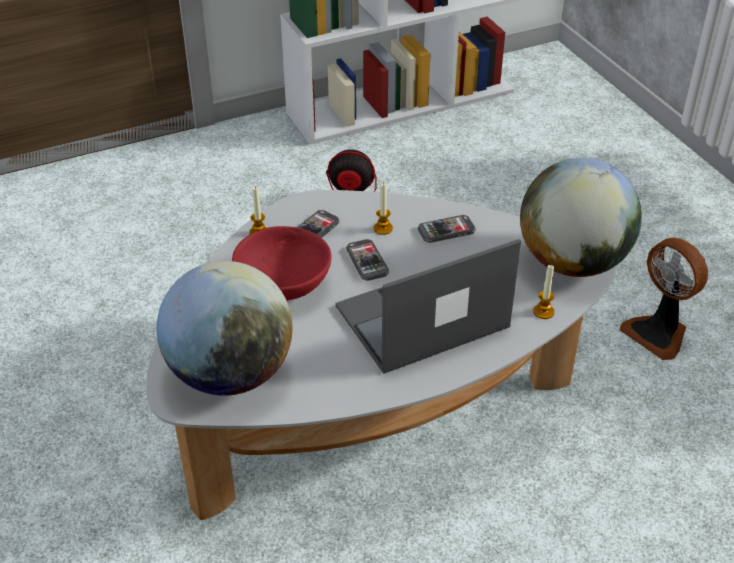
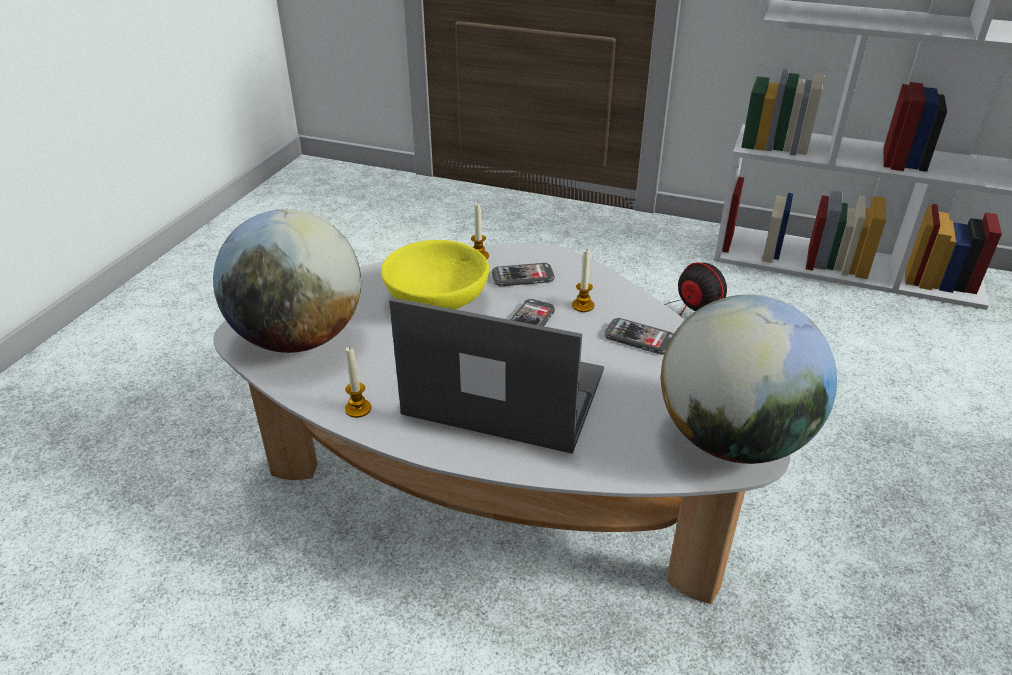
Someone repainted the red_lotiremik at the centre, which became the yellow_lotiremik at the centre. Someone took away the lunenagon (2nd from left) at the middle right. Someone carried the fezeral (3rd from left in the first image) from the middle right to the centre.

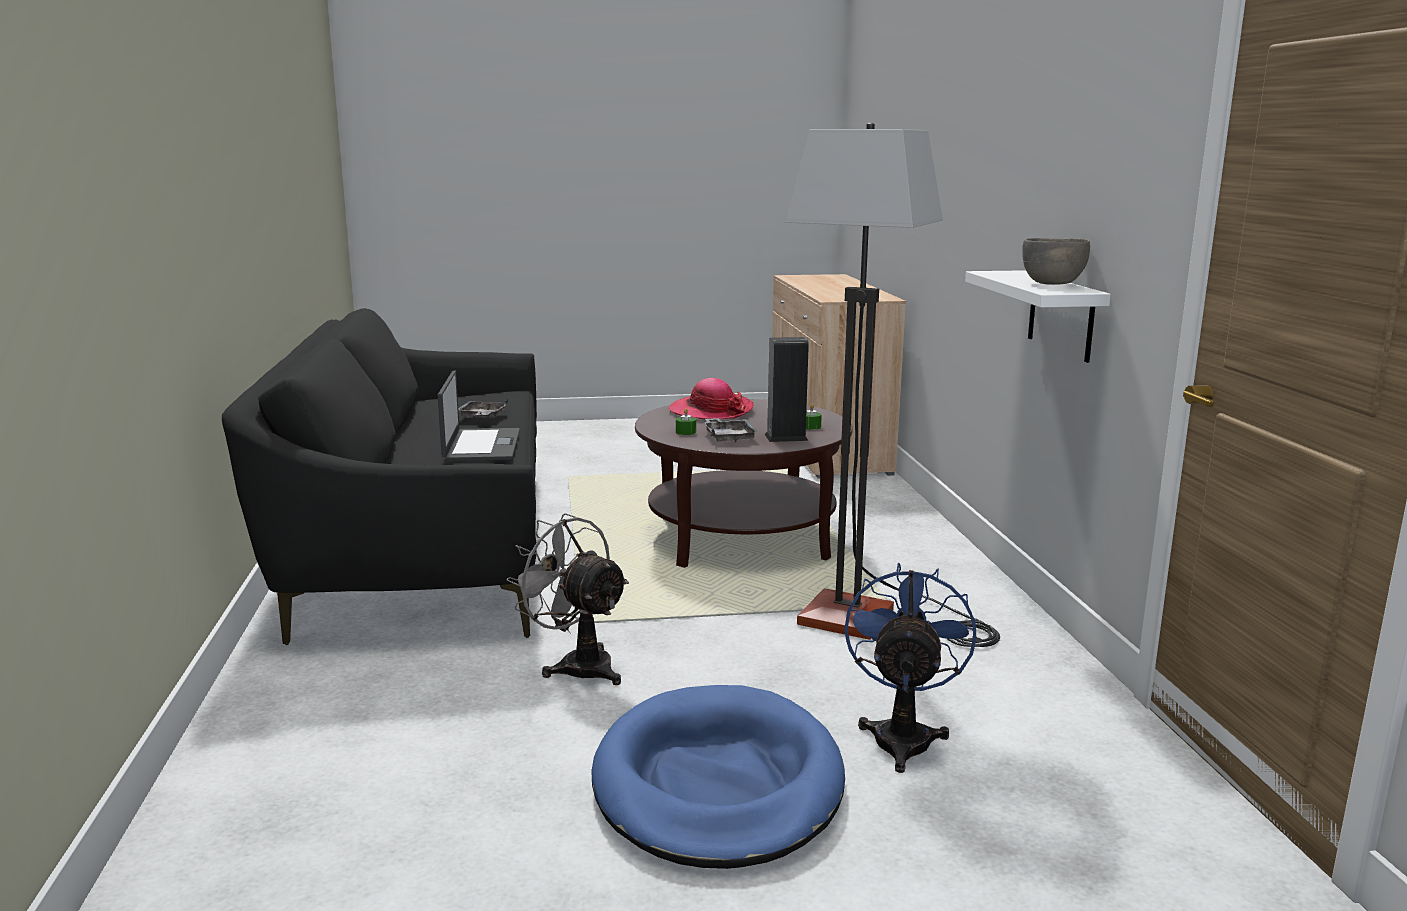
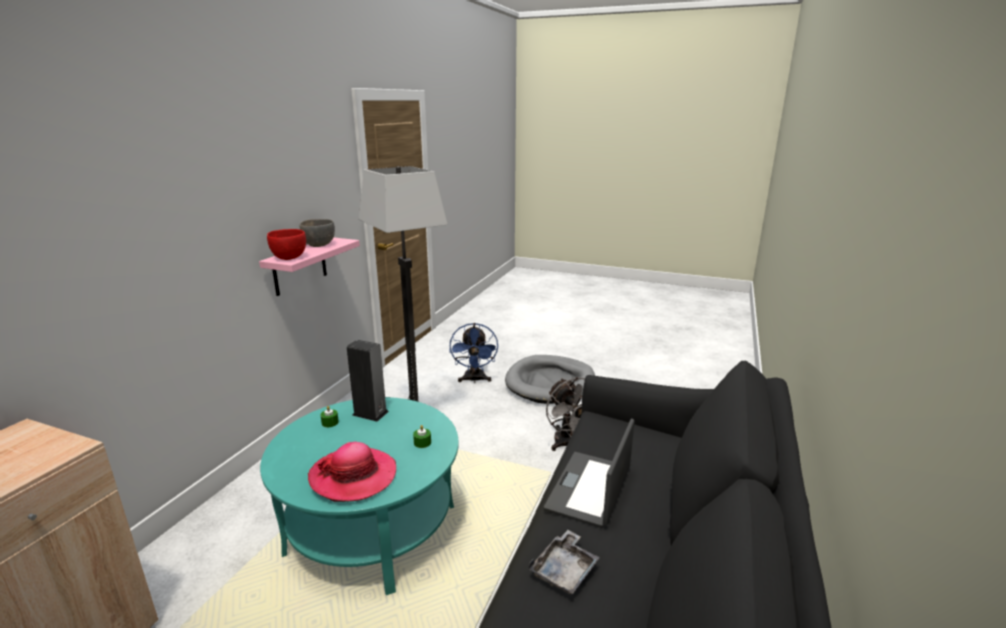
Someone repainted the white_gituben at the middle right, which became the pink_gituben at the middle left. Someone repainted the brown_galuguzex at the centre, which became the turquoise_galuguzex at the bottom centre. Someone took away the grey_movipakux (2nd from left) at the centre. Someone rotated the blue_lunenagon at the bottom centre by 45 degrees counterclockwise. Someone repainted the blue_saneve at the bottom centre, which became the grey_saneve at the centre. Someone put down the red_lotiremik at the middle left.

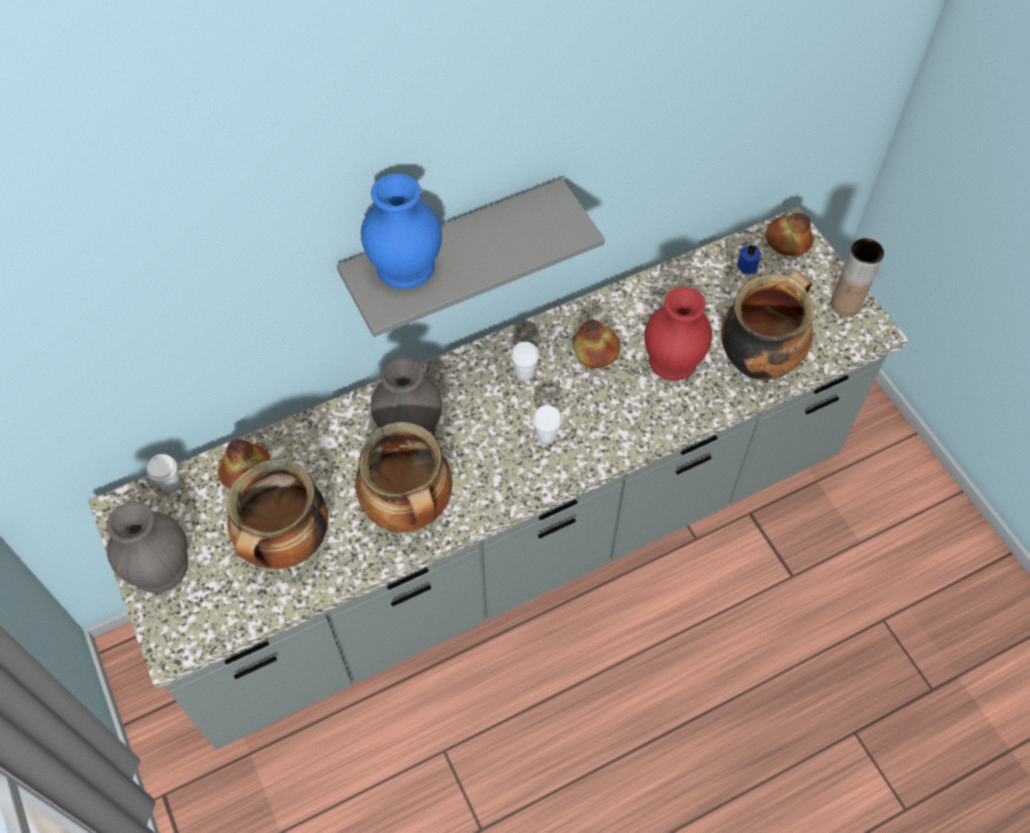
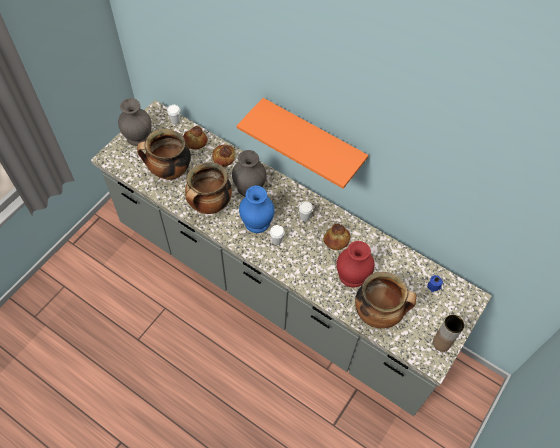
Someone carried the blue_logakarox from the top centre to the centre. Someone repainted the grey_gituben at the top centre, which became the orange_gituben at the top centre. Someone carried the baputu (3rd from left in the first image) from the top right to the centre.

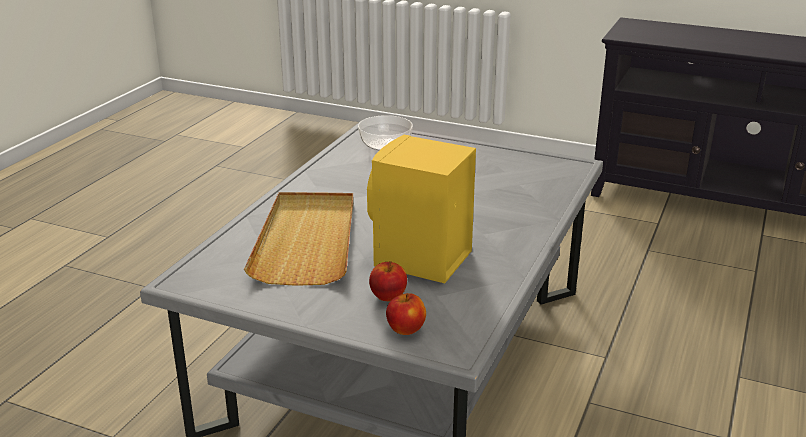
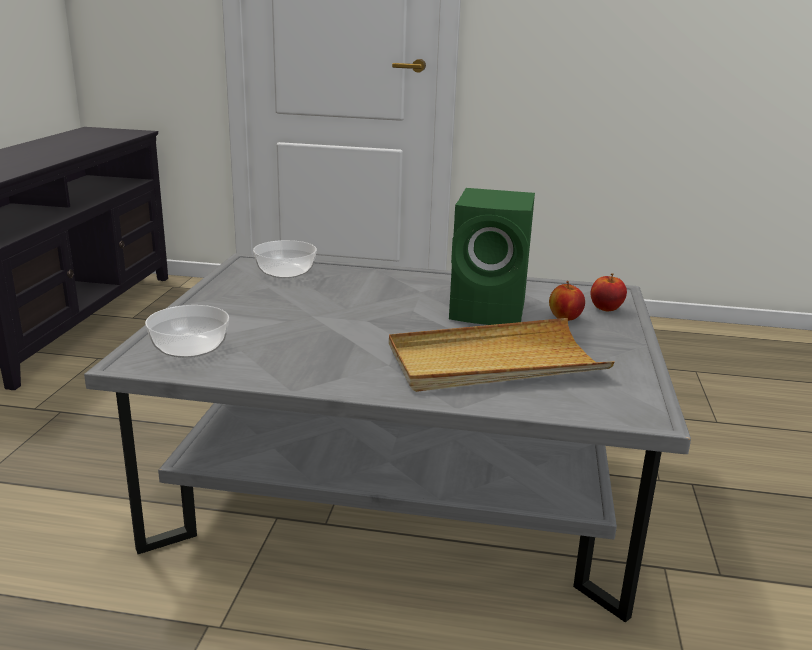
Someone repainted the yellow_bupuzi at the centre, which became the green_bupuzi at the centre. Someone put down the lotiremik (2nd from left) at the centre.

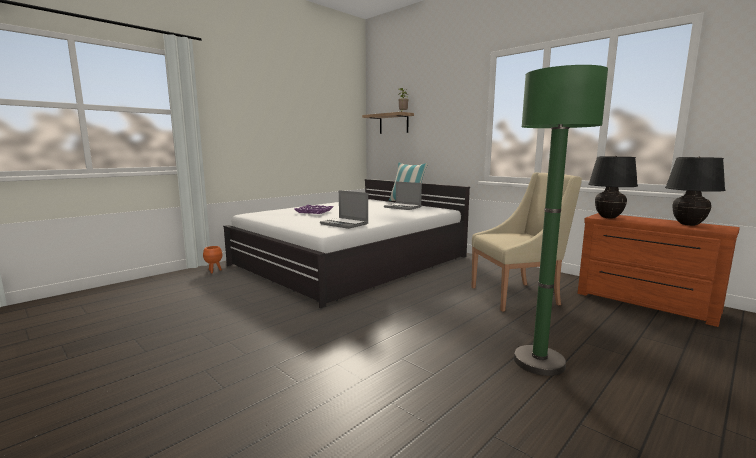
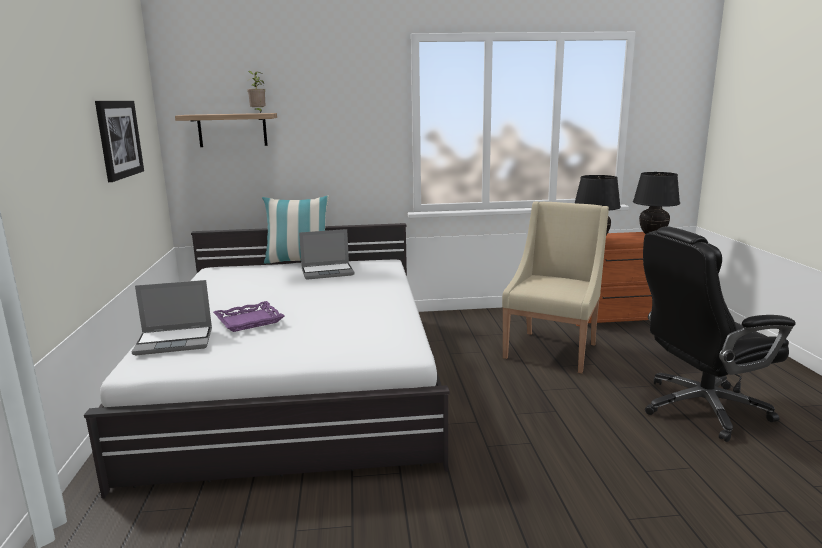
Someone swapped the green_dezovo at the middle right for the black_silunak at the middle right. Someone carried the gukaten (1st from left) from the centre to the middle left. Someone took away the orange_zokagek at the middle left. Someone put up the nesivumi at the top left.

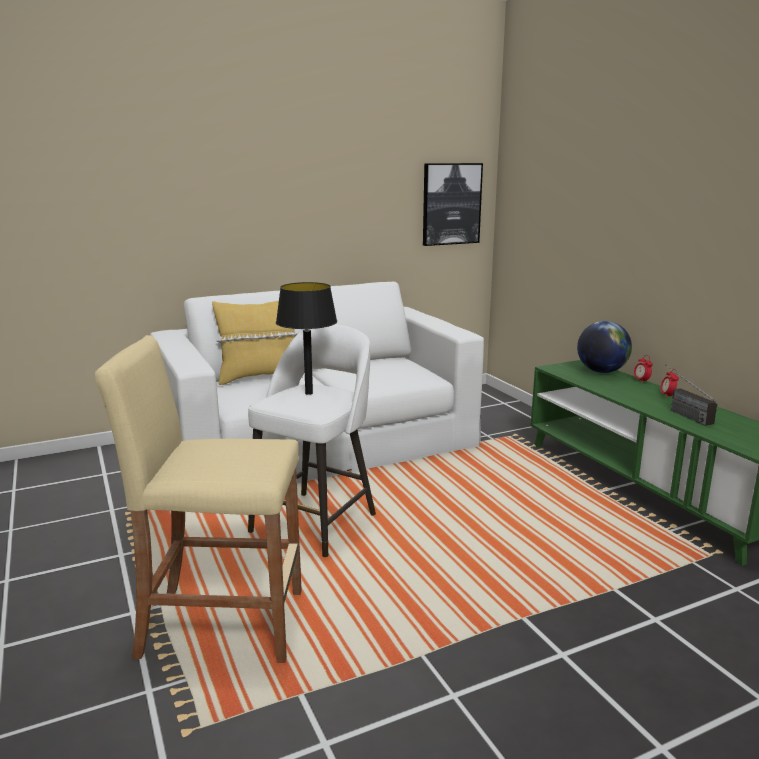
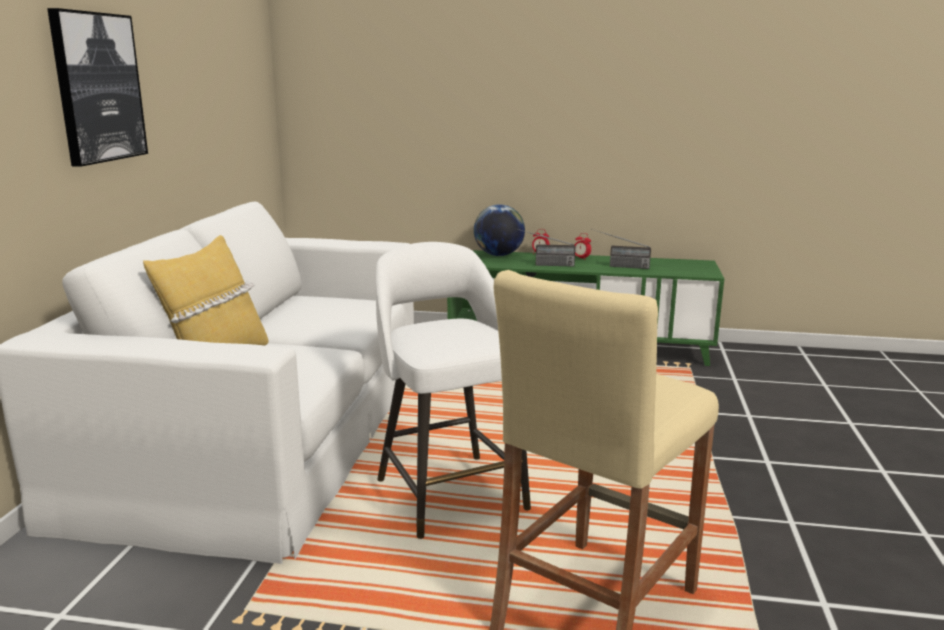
Someone carried the nesivumi from the top centre to the top left. Someone took away the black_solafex at the centre. Someone put down the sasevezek (1st from left) at the centre.

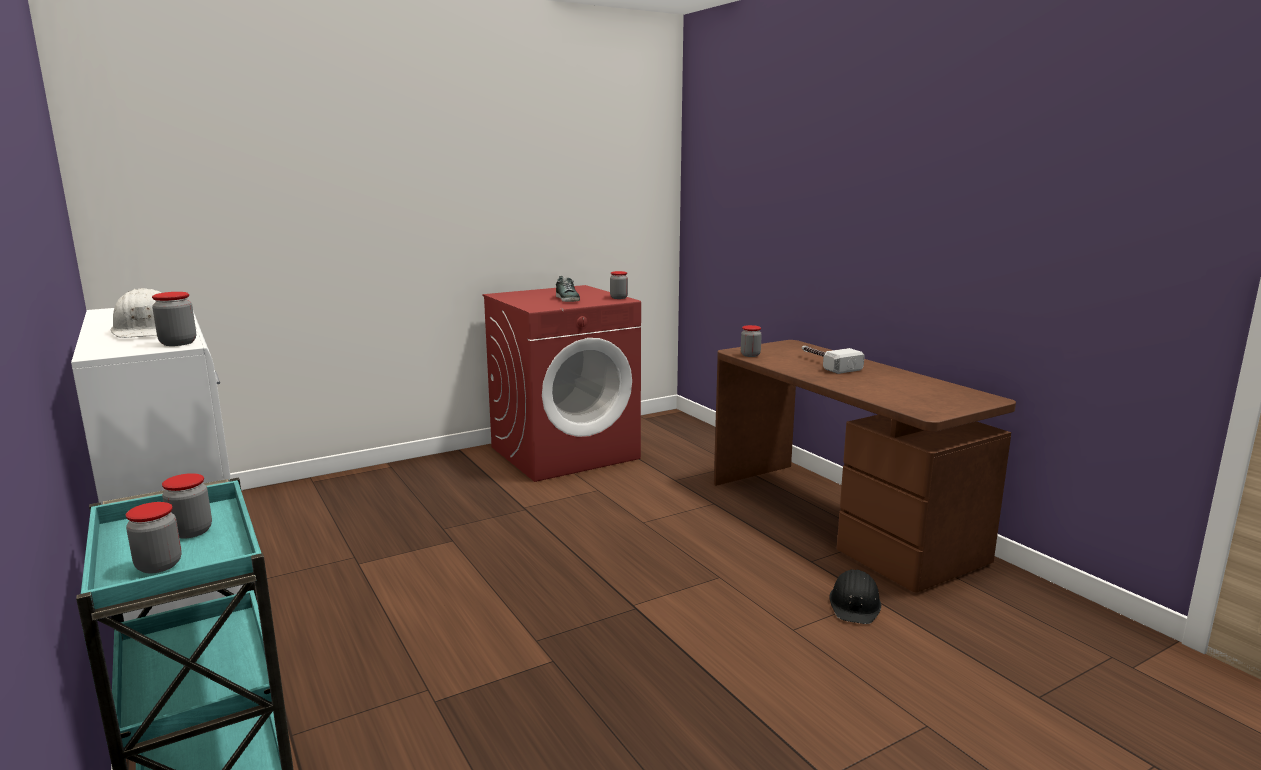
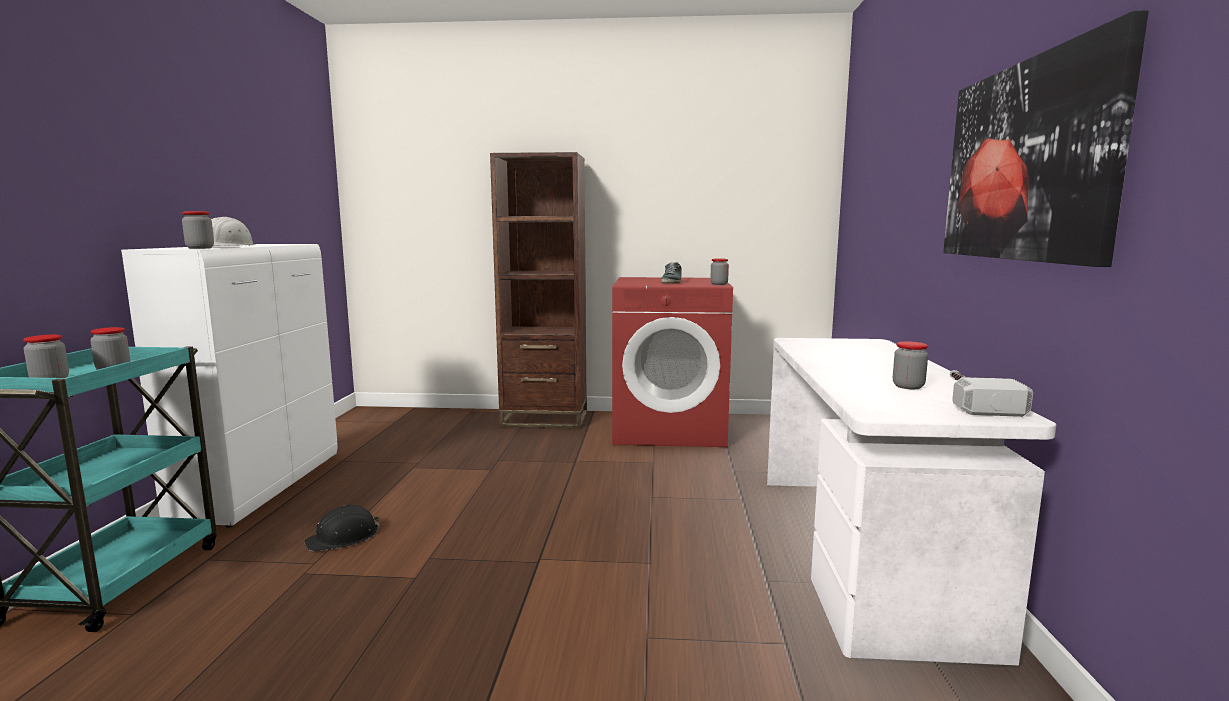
Someone carried the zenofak (5th from left) from the centre to the middle right. Someone repainted the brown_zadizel at the middle right, which became the white_zadizel at the bottom right. Someone carried the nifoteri from the centre to the middle right. Someone carried the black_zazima from the bottom right to the bottom left. Someone put up the nesivumi at the top right. Someone put down the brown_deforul at the centre.

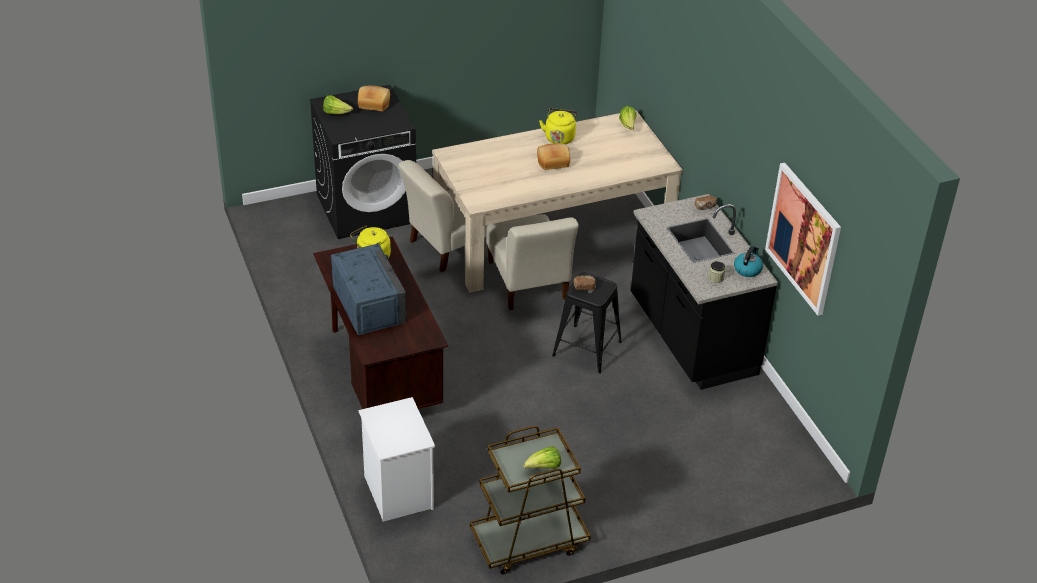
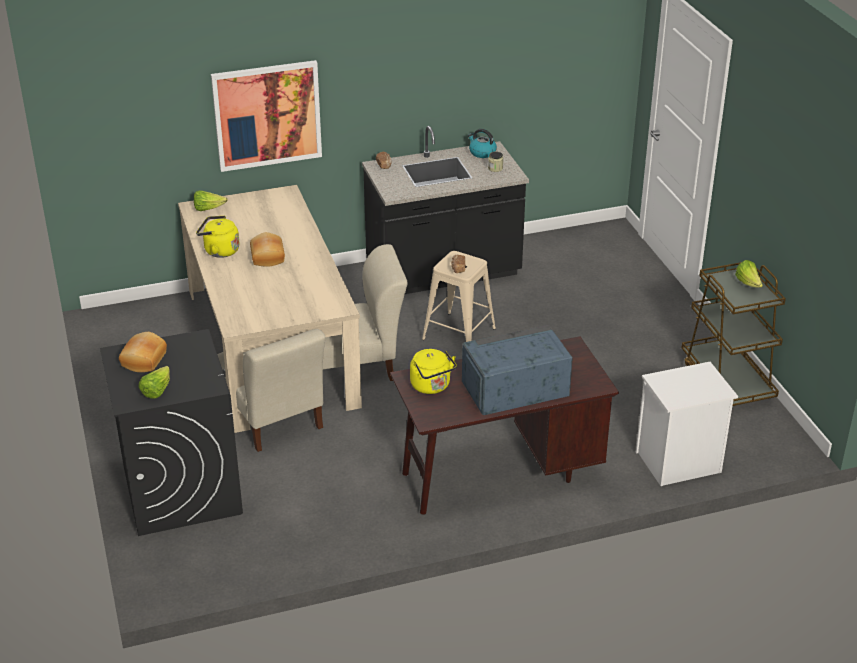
Someone carried the nesivumi from the middle right to the top left. Someone repainted the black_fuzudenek at the centre, which became the beige_fuzudenek at the centre.

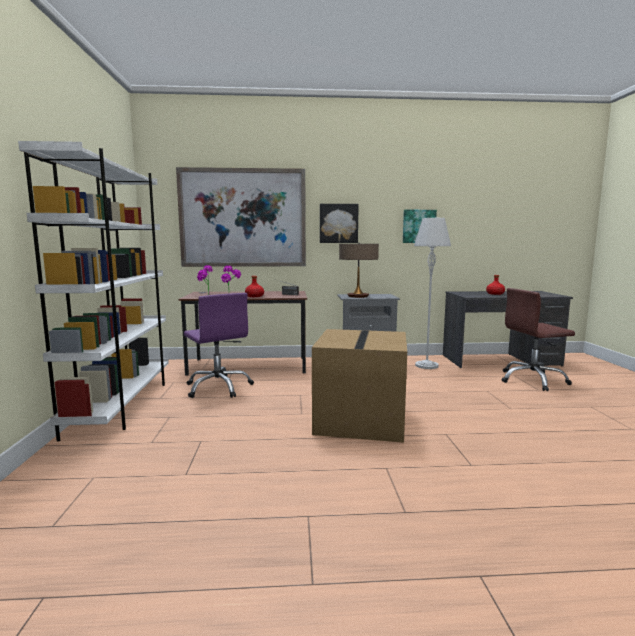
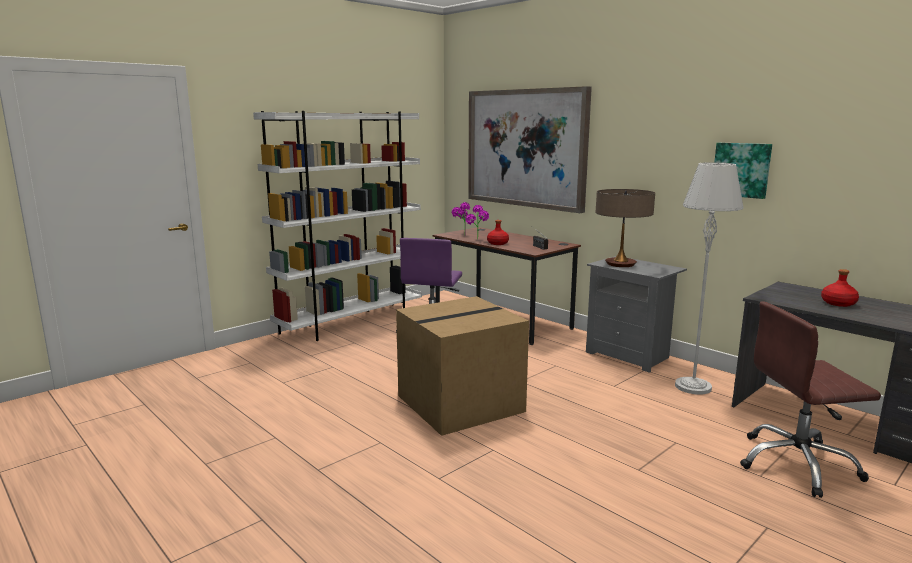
Someone took away the nesivumi (2nd from left) at the centre. Someone rotated the brown_silunak at the middle right by 45 degrees counterclockwise.

